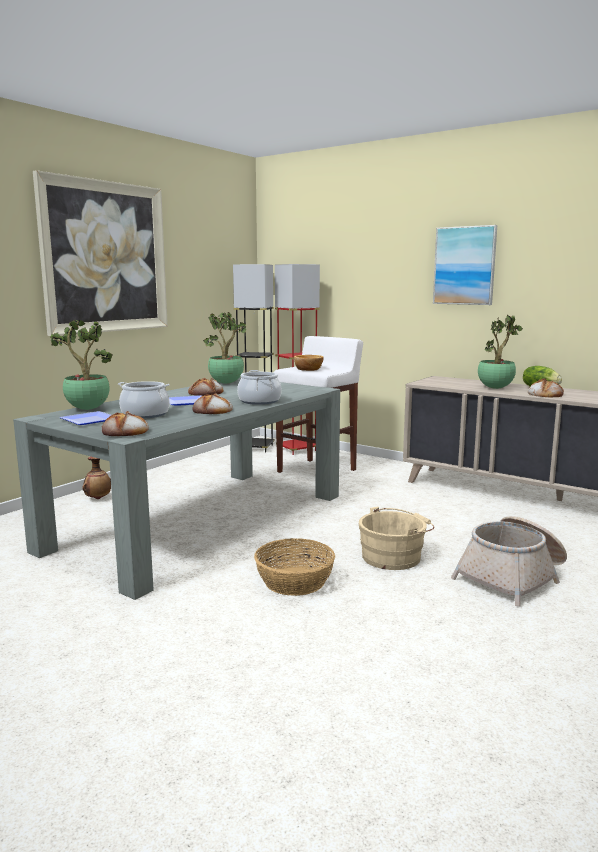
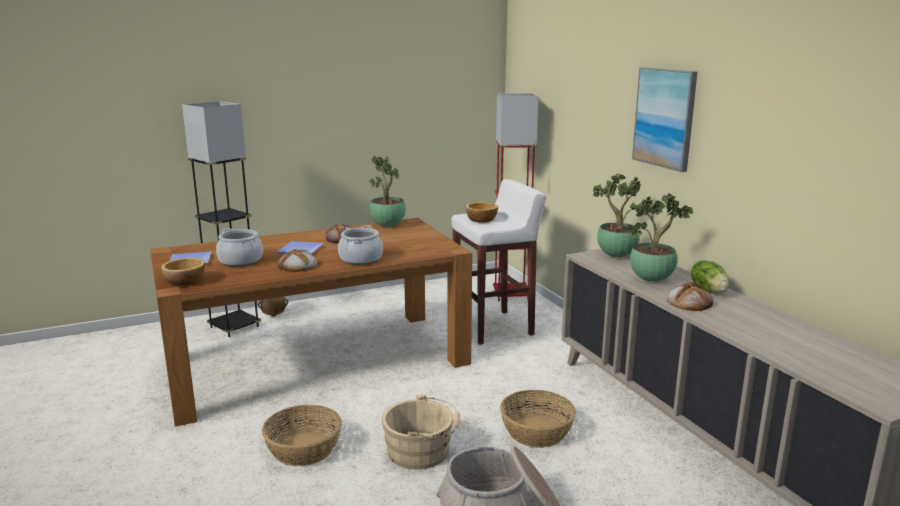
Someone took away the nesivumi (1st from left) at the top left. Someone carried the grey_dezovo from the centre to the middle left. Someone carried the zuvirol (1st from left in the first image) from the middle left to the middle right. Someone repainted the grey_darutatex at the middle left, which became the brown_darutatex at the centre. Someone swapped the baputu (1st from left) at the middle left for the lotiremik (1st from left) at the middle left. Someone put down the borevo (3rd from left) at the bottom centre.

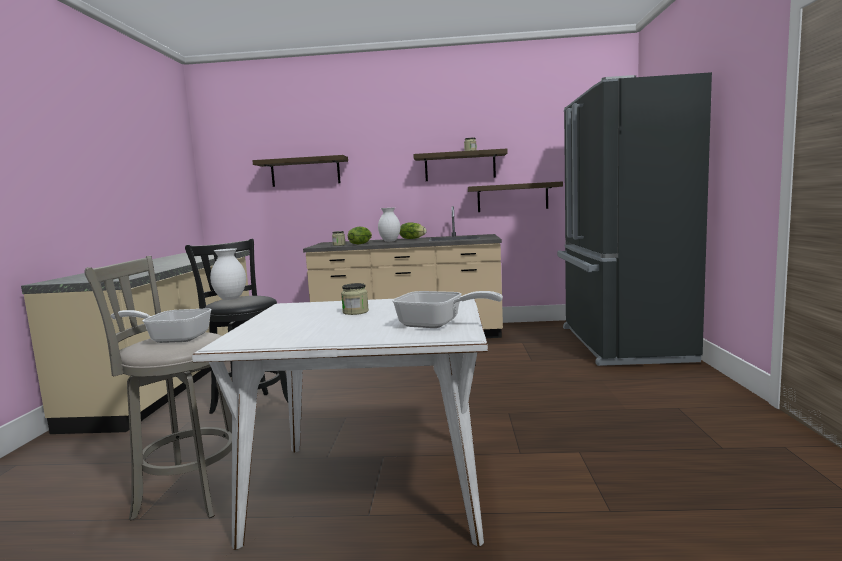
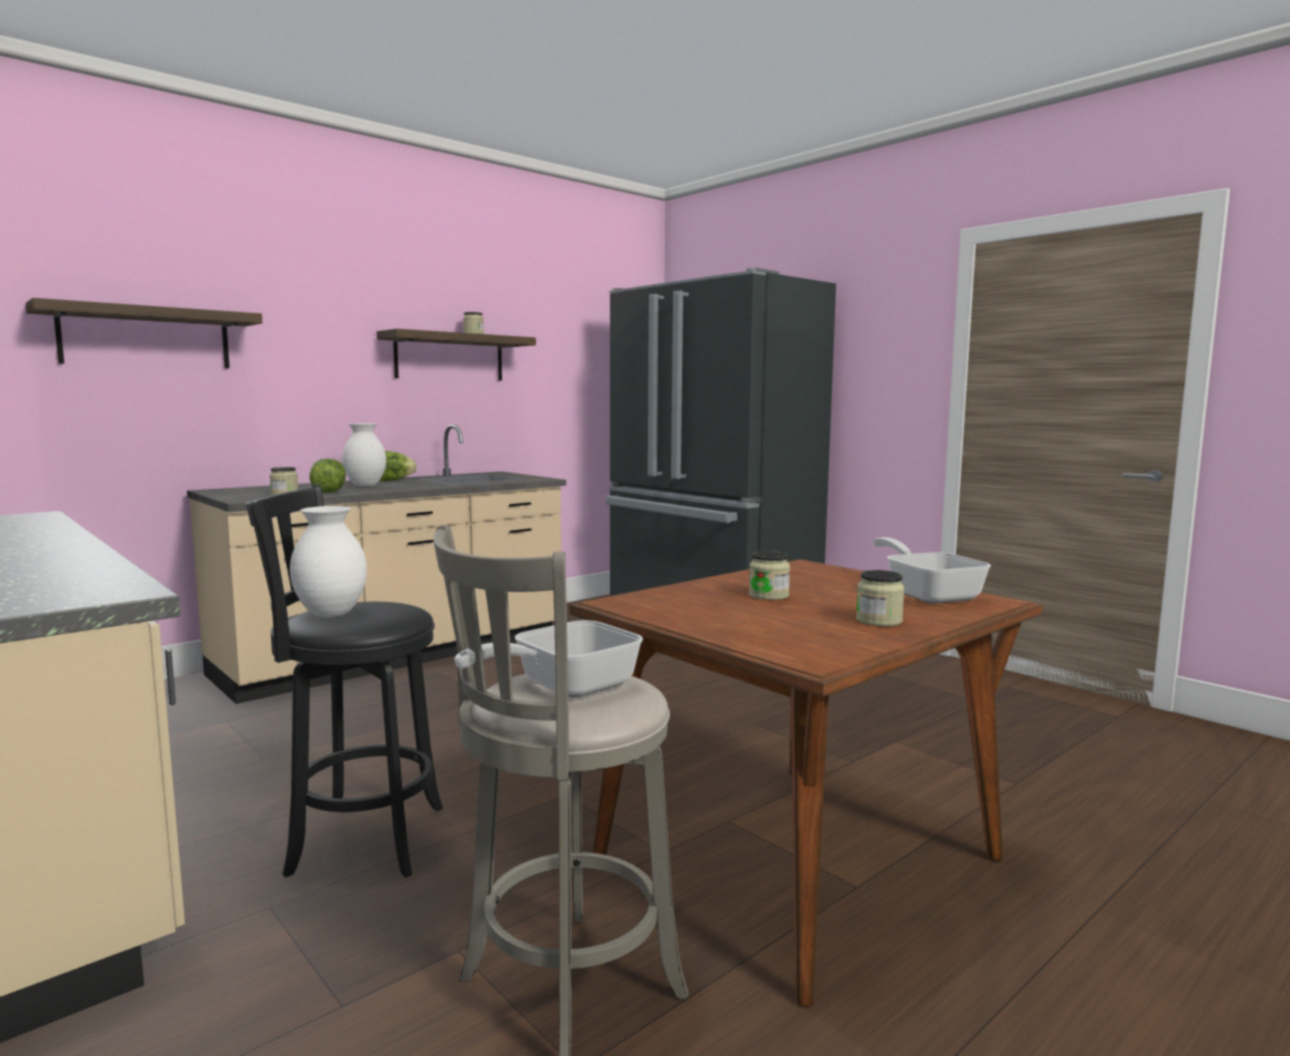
Someone took away the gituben (3rd from left) at the centre. Someone rotated the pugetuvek (2nd from left) at the centre by 90 degrees counterclockwise. Someone repainted the white_darutatex at the bottom centre, which became the brown_darutatex at the bottom centre. Someone put down the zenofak (4th from left) at the middle right.

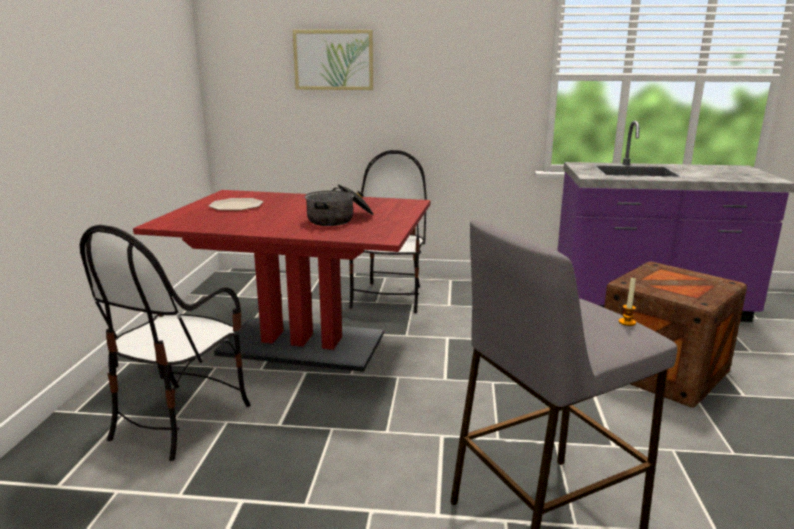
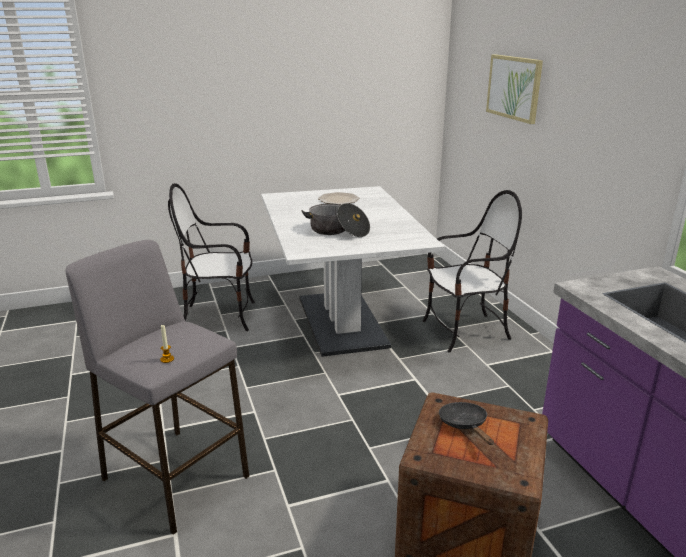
Someone repainted the red_darutatex at the centre, which became the white_darutatex at the centre. Someone put down the black_pugetuvek at the bottom right.

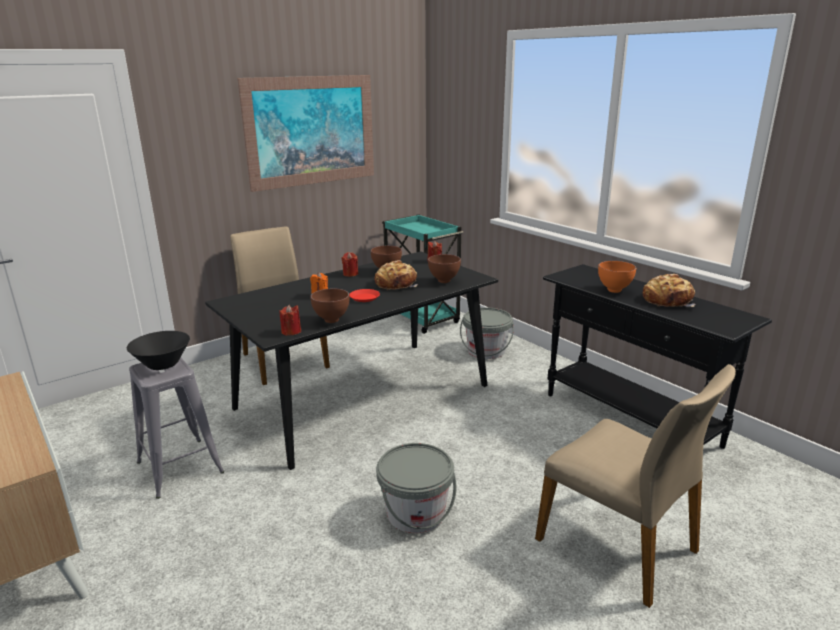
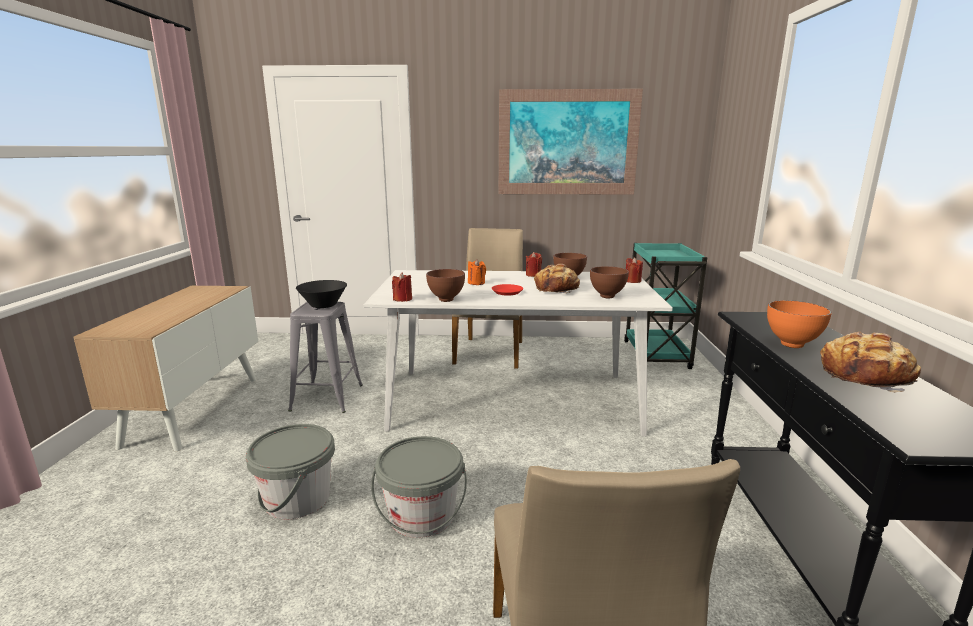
Someone repainted the black_darutatex at the centre, which became the white_darutatex at the centre. Someone carried the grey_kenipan (2nd from left in the first image) from the centre to the bottom left.

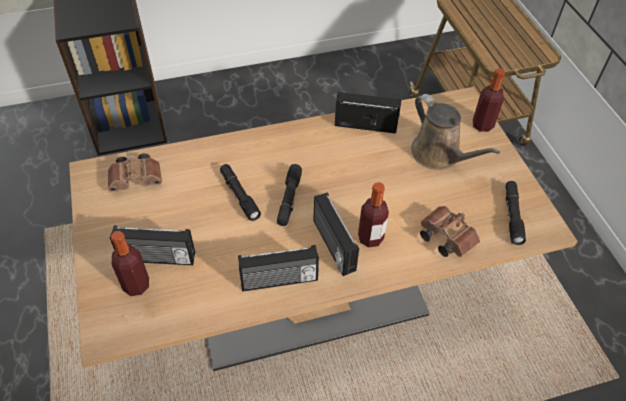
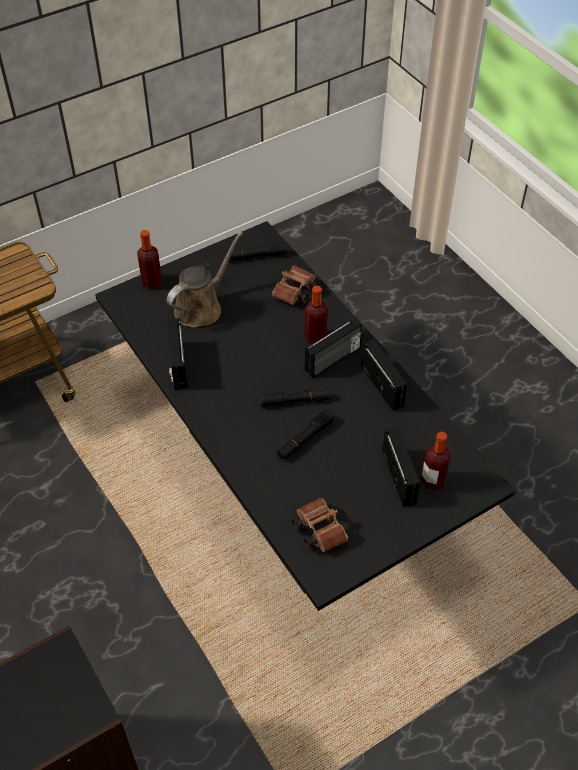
Someone repainted the beige_darutatex at the centre, which became the black_darutatex at the centre.

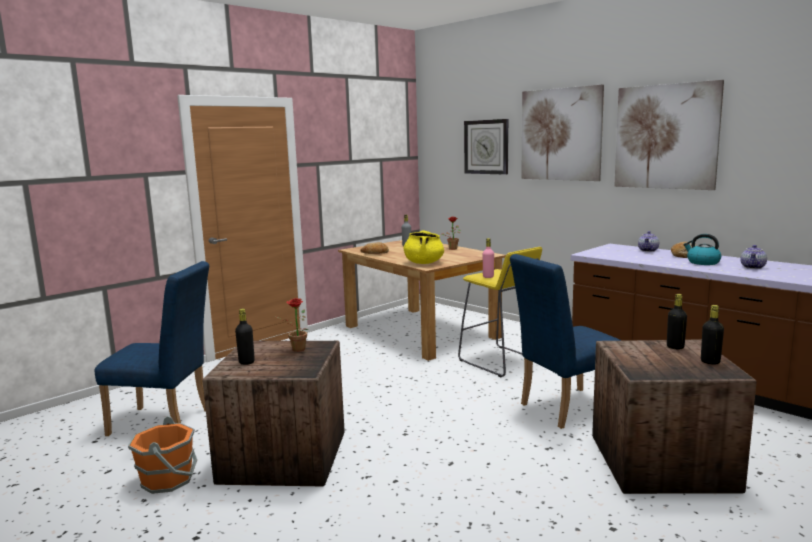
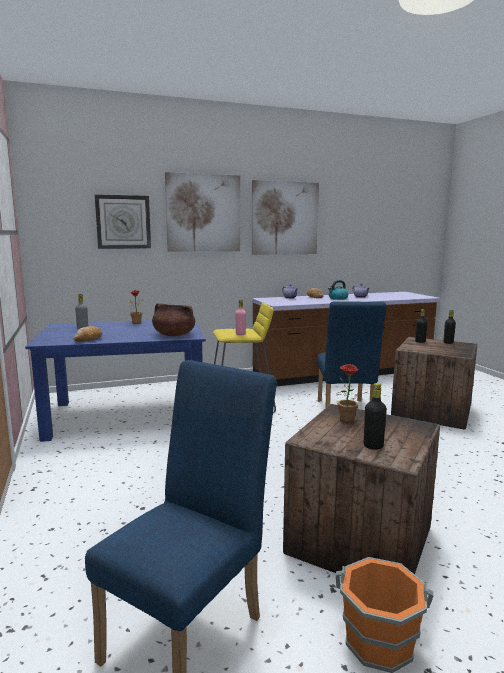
Someone repainted the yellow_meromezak at the centre, which became the brown_meromezak at the centre. Someone repainted the brown_darutatex at the centre, which became the blue_darutatex at the middle left.

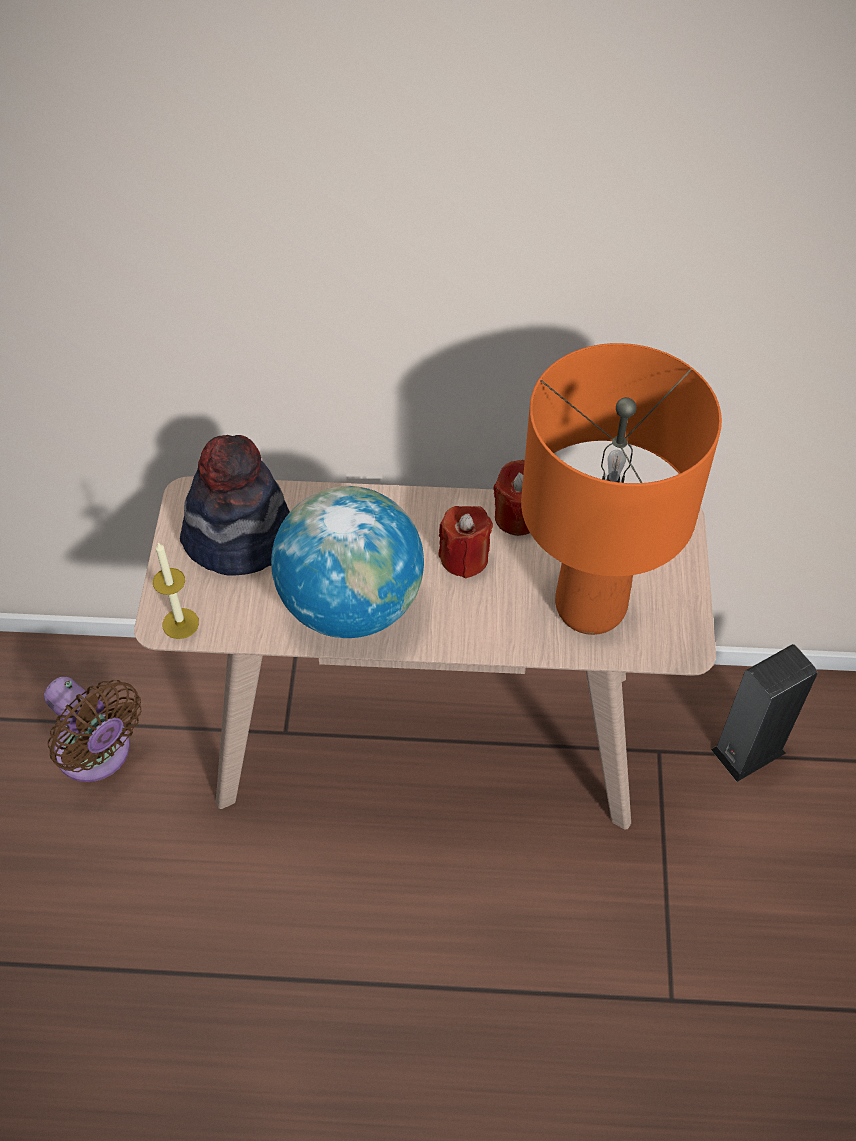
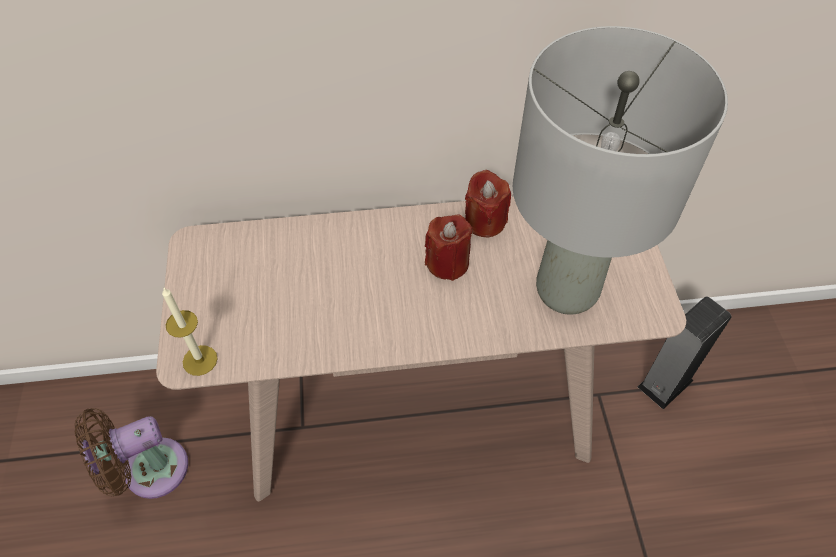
Someone repainted the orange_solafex at the middle right, which became the grey_solafex at the top right. Someone took away the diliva at the middle left. Someone took away the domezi at the centre. Someone rotated the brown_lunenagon at the middle left by 120 degrees clockwise.

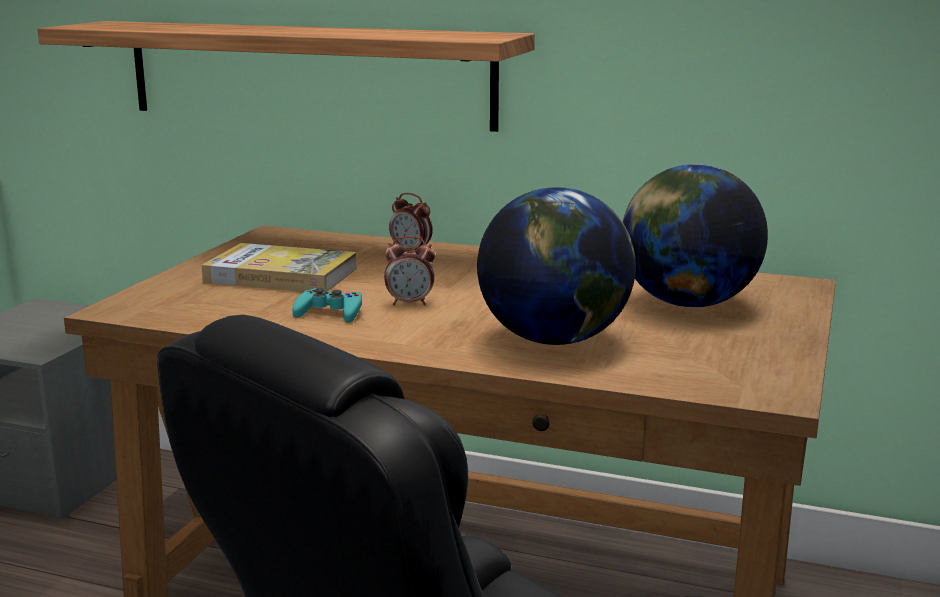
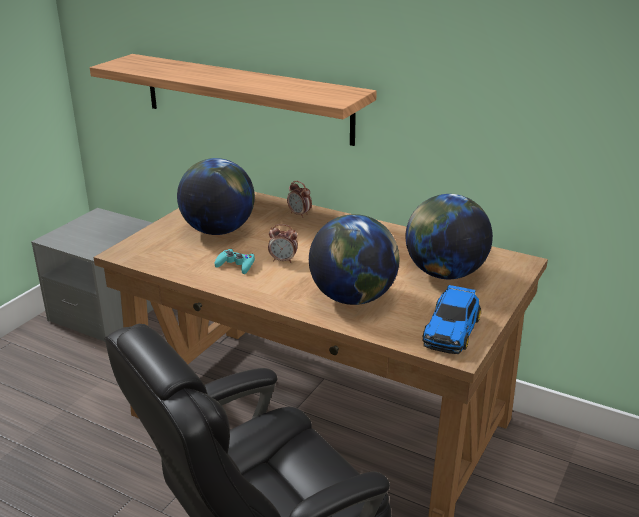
Someone swapped the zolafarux at the middle left for the domezi (1st from left) at the centre. Someone put down the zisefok at the middle right.

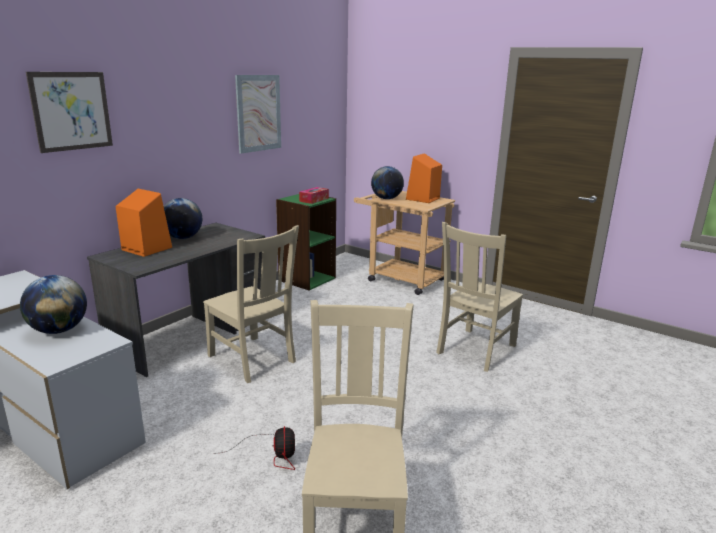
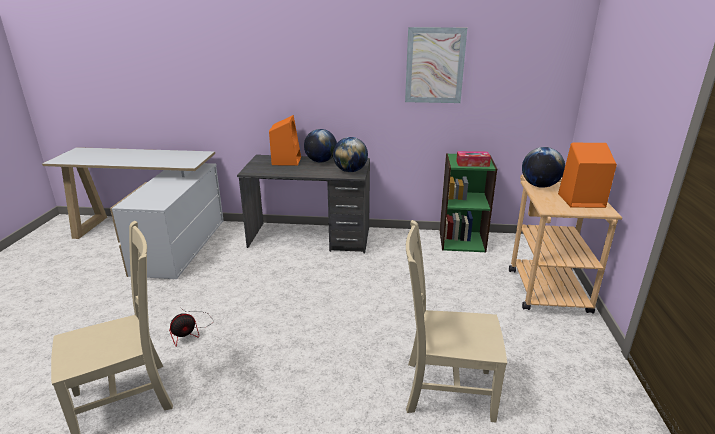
Someone took away the nesivumi (1st from left) at the top left. Someone took away the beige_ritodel (1st from left) at the centre. Someone carried the domezi (1st from left in the first image) from the middle left to the centre.

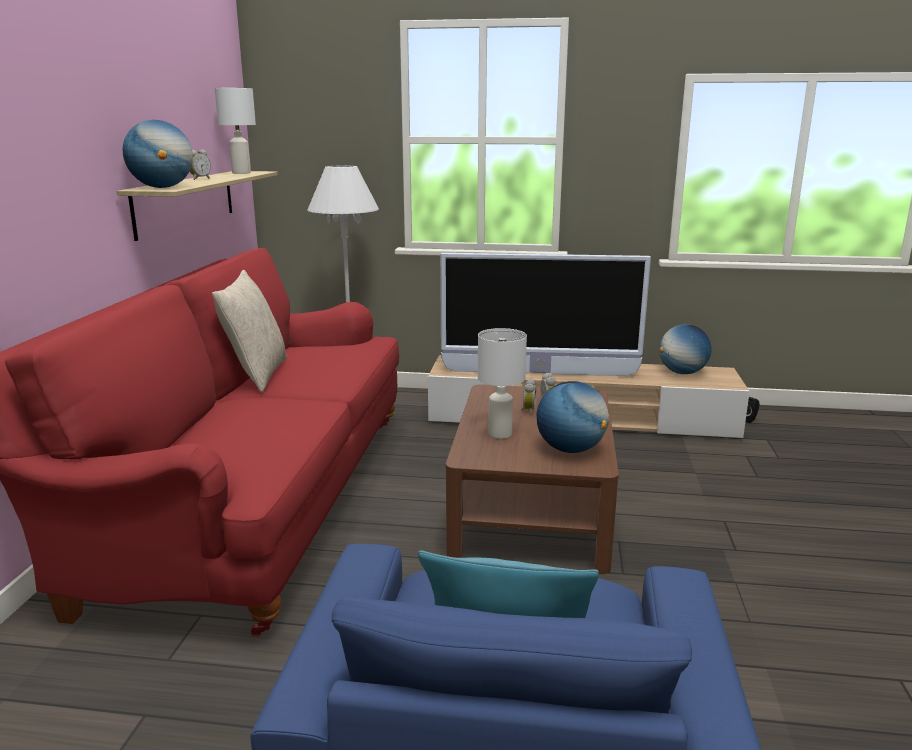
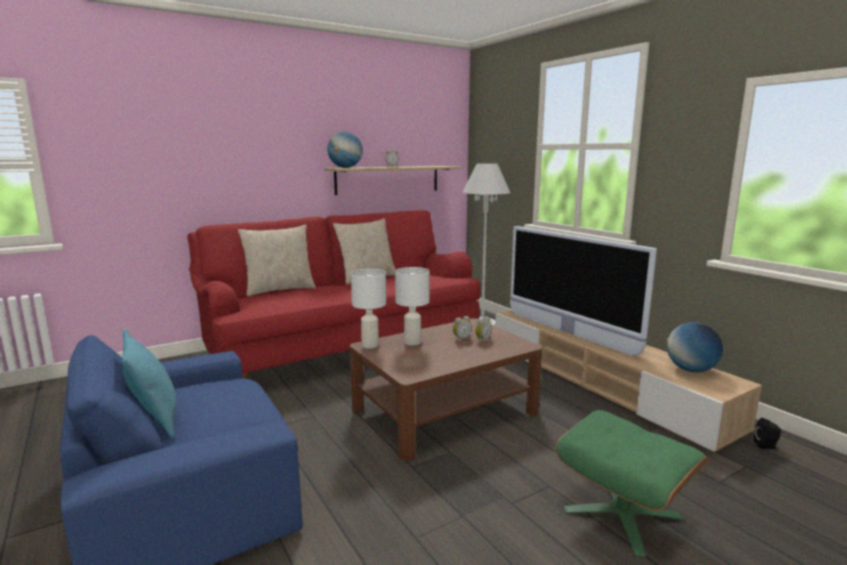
Someone carried the white_solafex (1st from left) from the top left to the centre. Someone took away the domezi (2nd from left) at the centre. Someone put down the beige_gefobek (1st from left) at the middle left. Someone put down the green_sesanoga at the bottom right.

